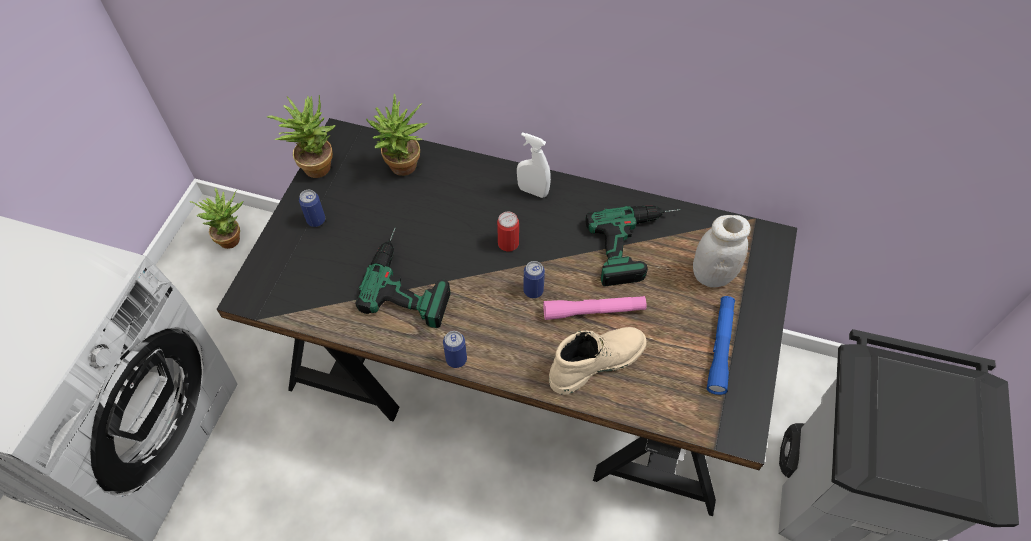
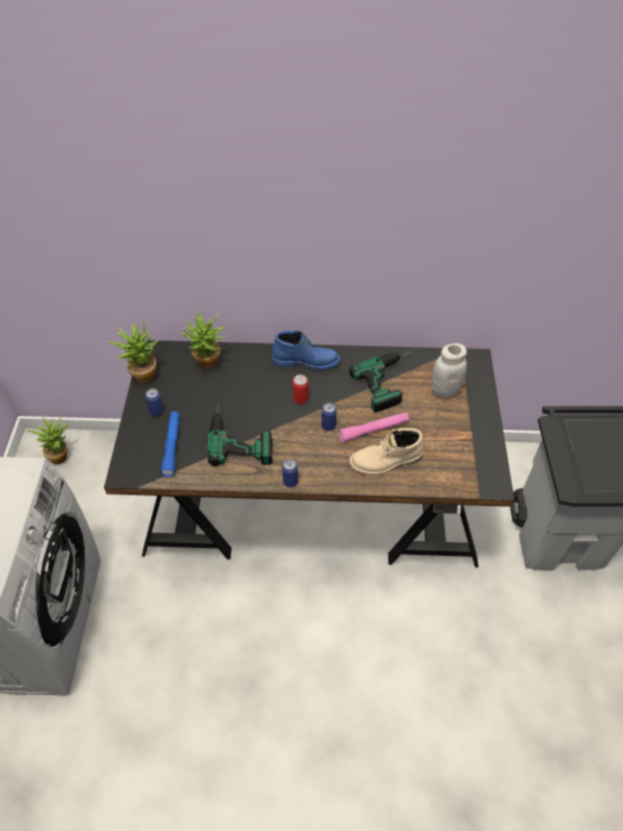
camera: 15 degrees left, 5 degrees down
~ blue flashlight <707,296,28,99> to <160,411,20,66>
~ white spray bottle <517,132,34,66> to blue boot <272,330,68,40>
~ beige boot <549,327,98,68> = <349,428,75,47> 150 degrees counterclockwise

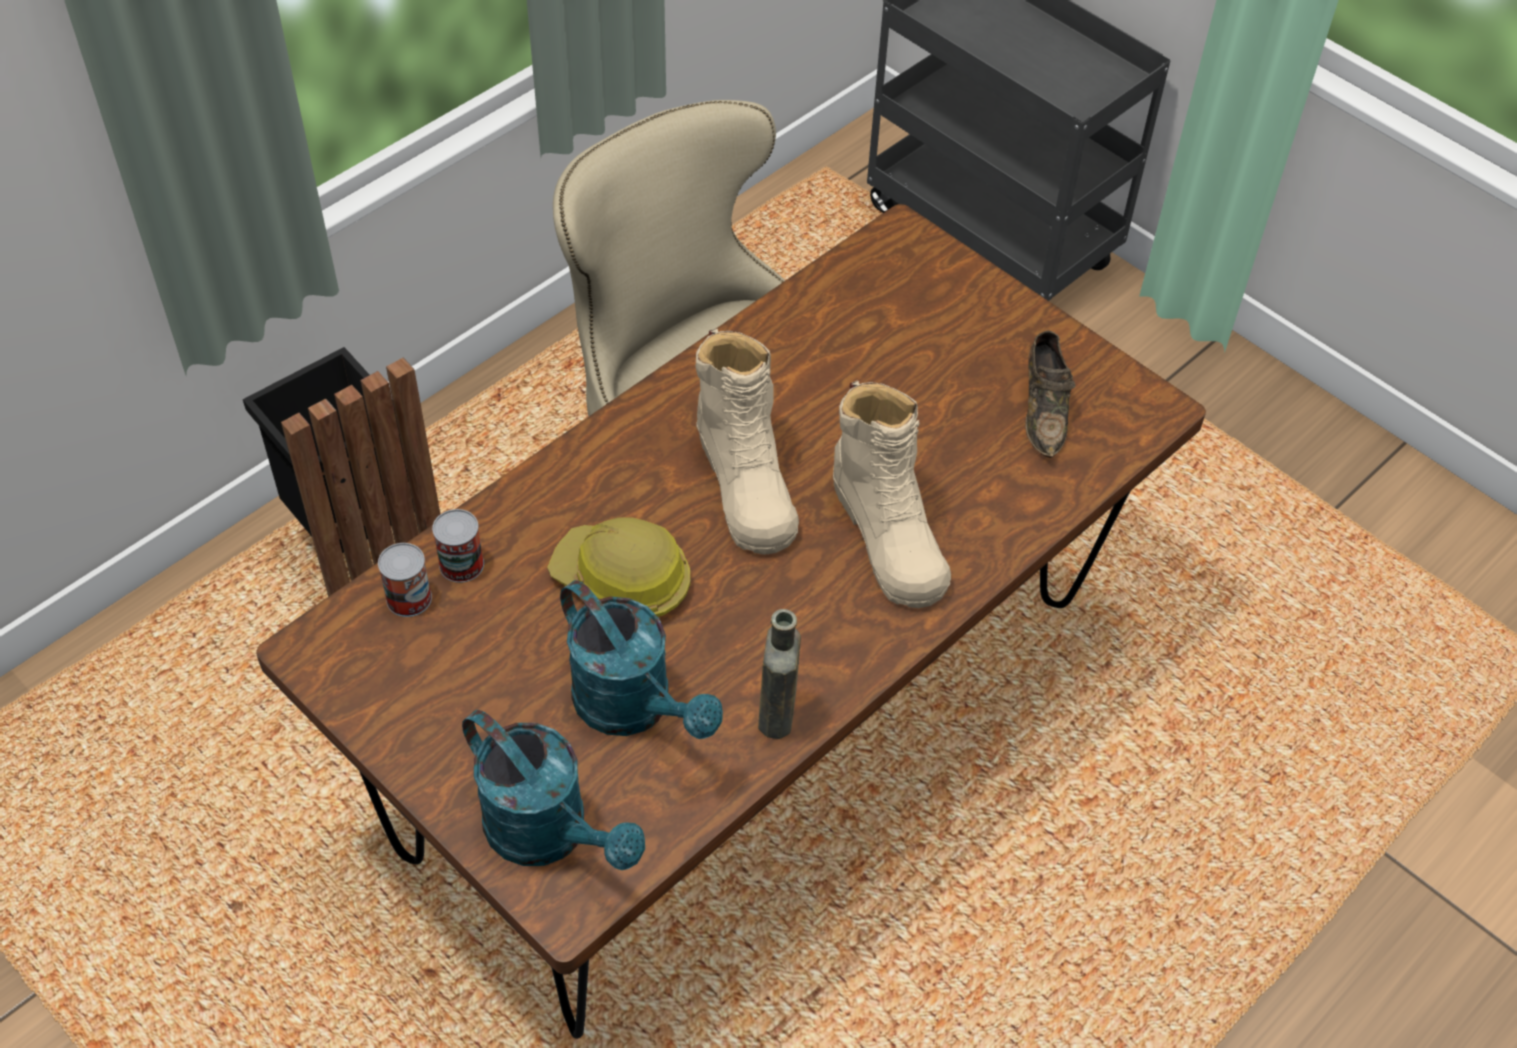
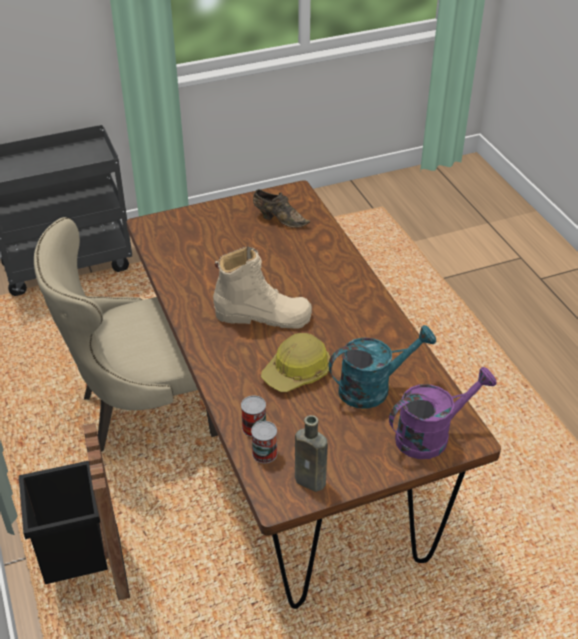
camera: 65 degrees left, 10 degrees down
~ brown bottle <758,609,43,130> to <295,415,33,77>
~ turquoise watering can <462,710,183,160> to purple watering can <389,367,108,92>
- beige boot <833,381,118,227>

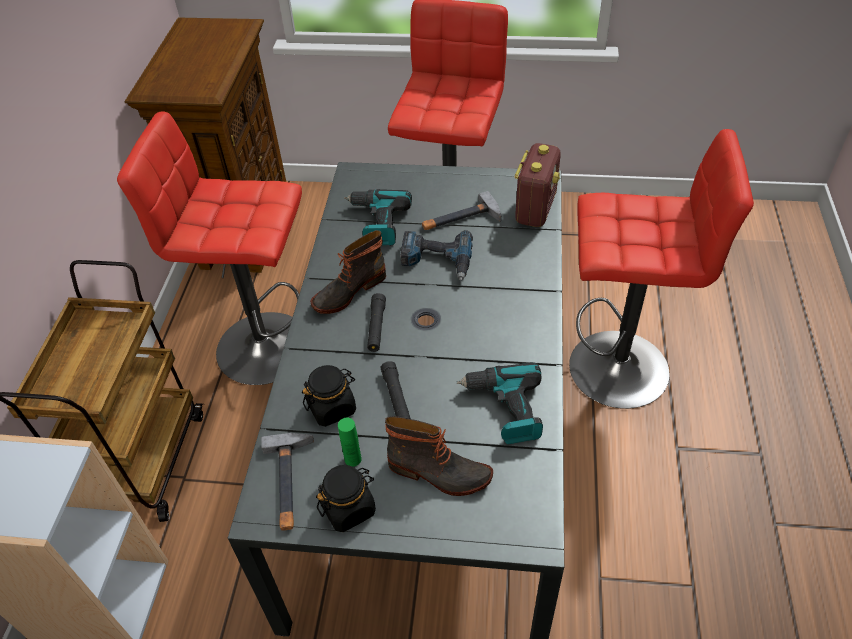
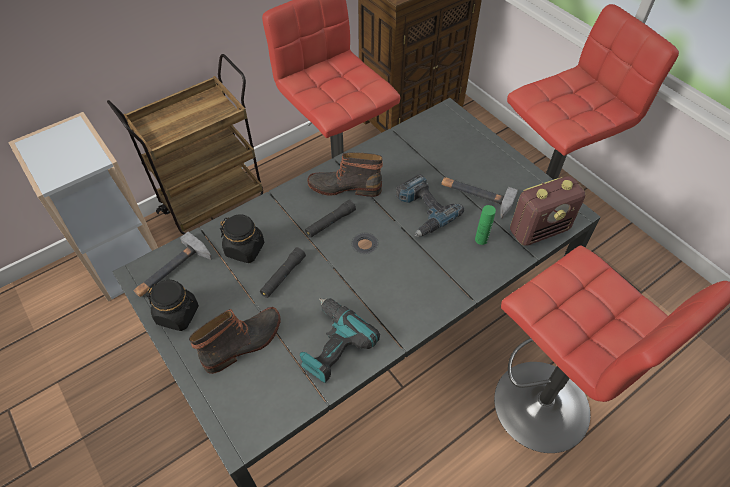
camera: 45 degrees right, 5 degrees up
~ boot <385,416,108,80> = <189,307,92,67> 105 degrees counterclockwise
~ green bottle <338,418,24,49> to <475,205,21,40>
- power drill <344,189,68,57>

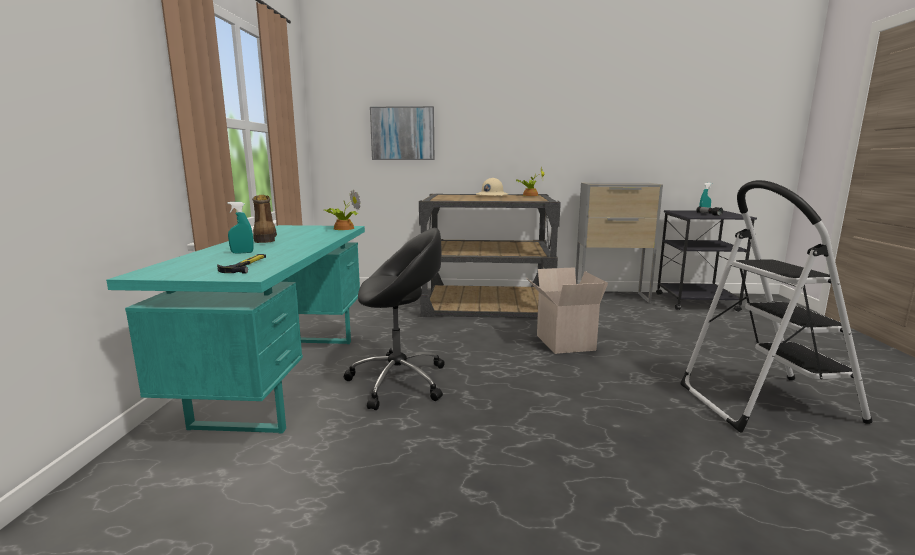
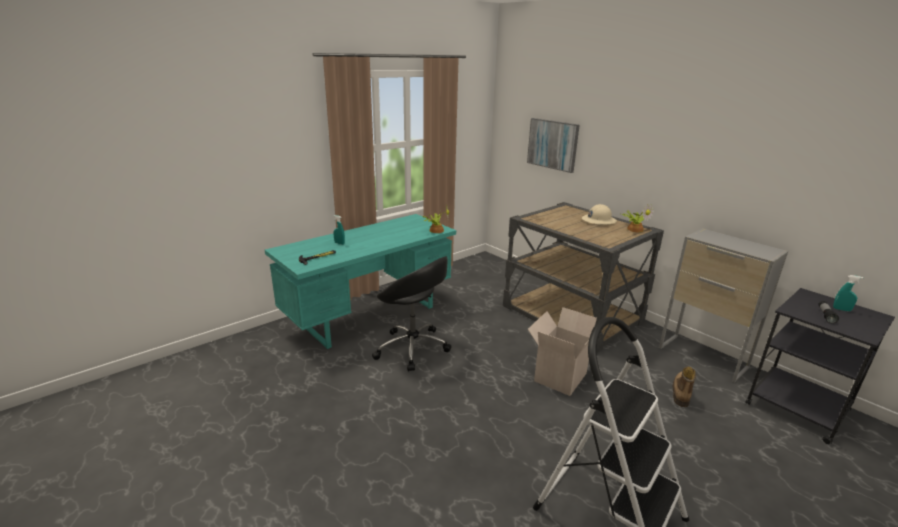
camera: 45 degrees right, 10 degrees up
~ boot <252,195,25,48> to <672,367,24,40>

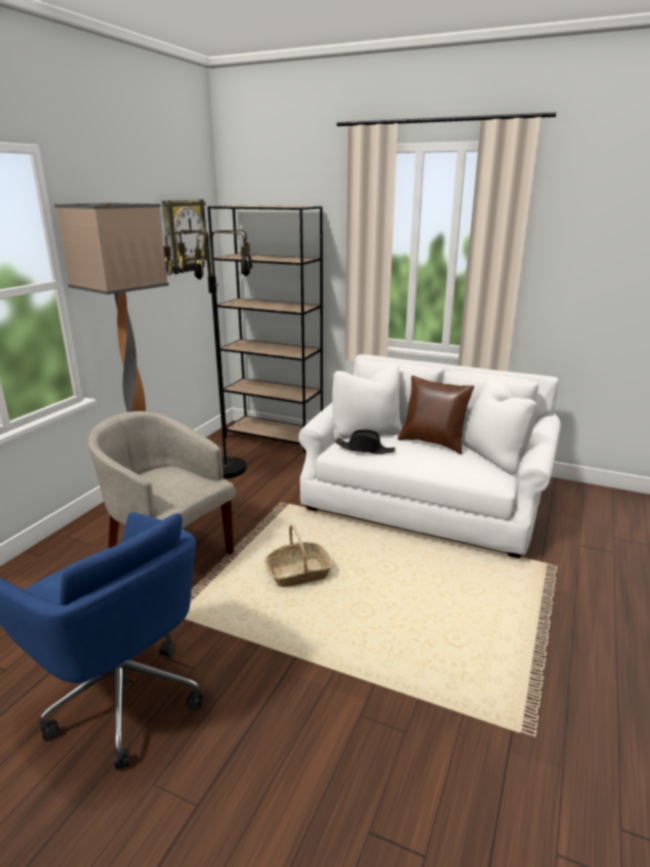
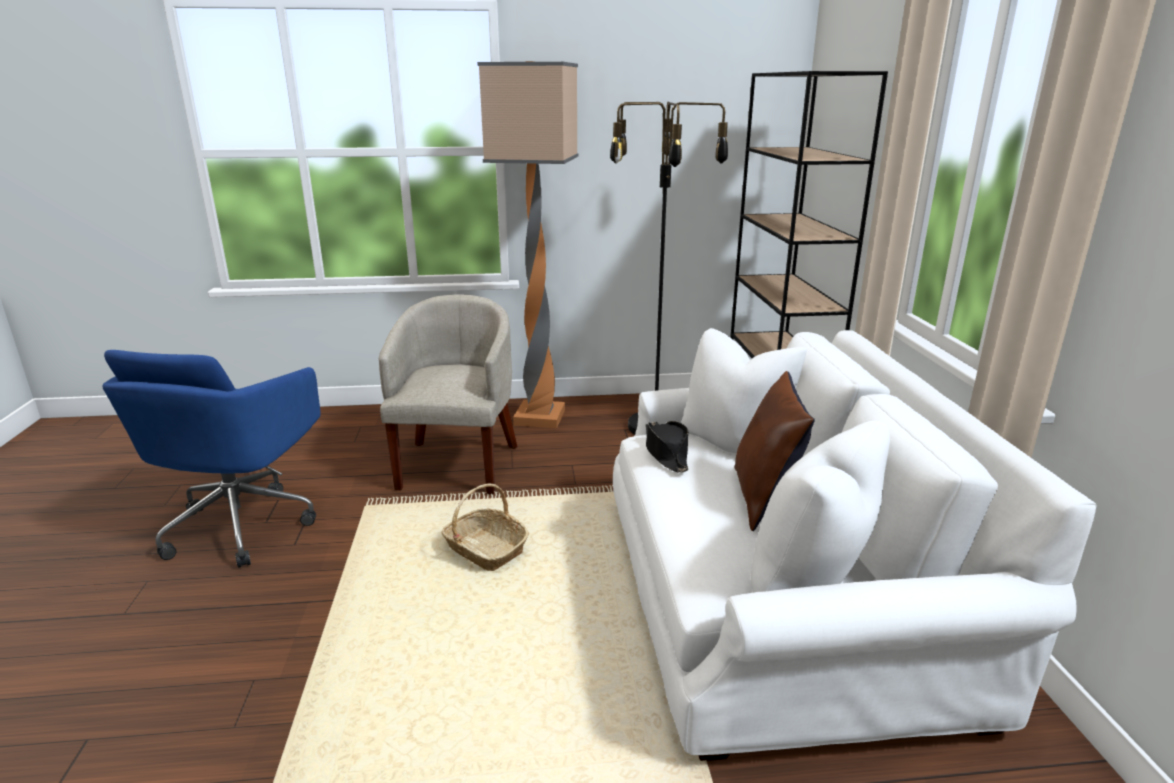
camera: 60 degrees right, 0 degrees up
- wall clock <162,199,45,75>

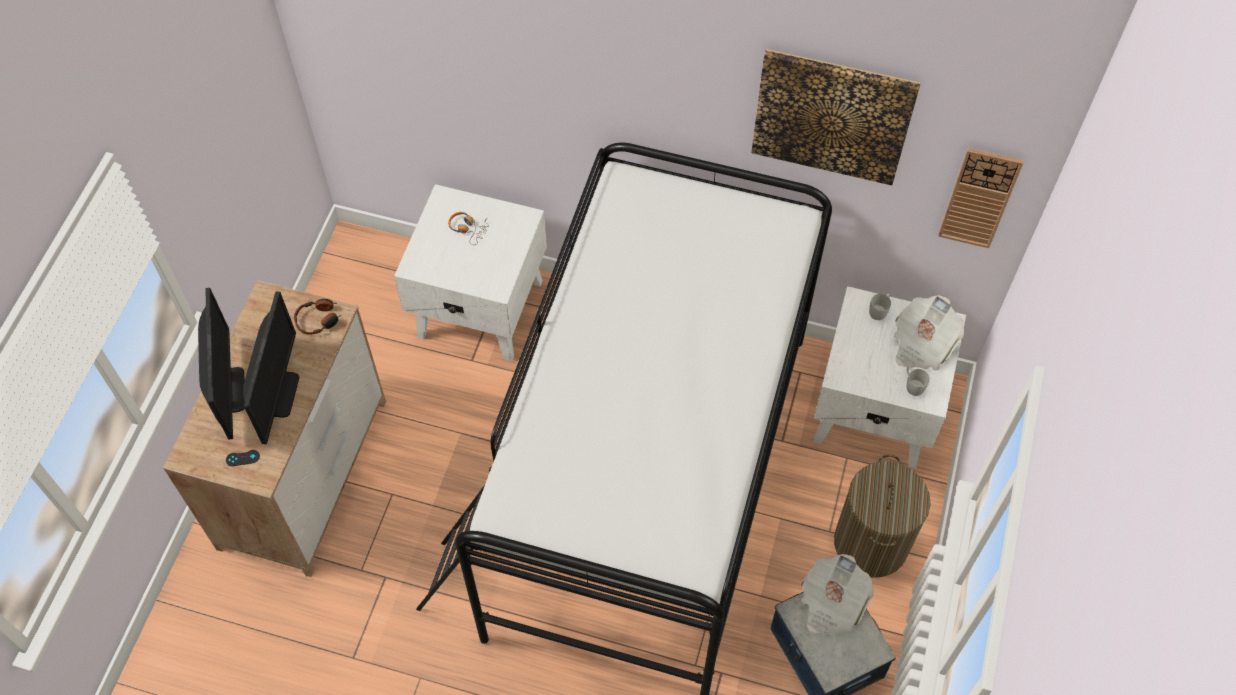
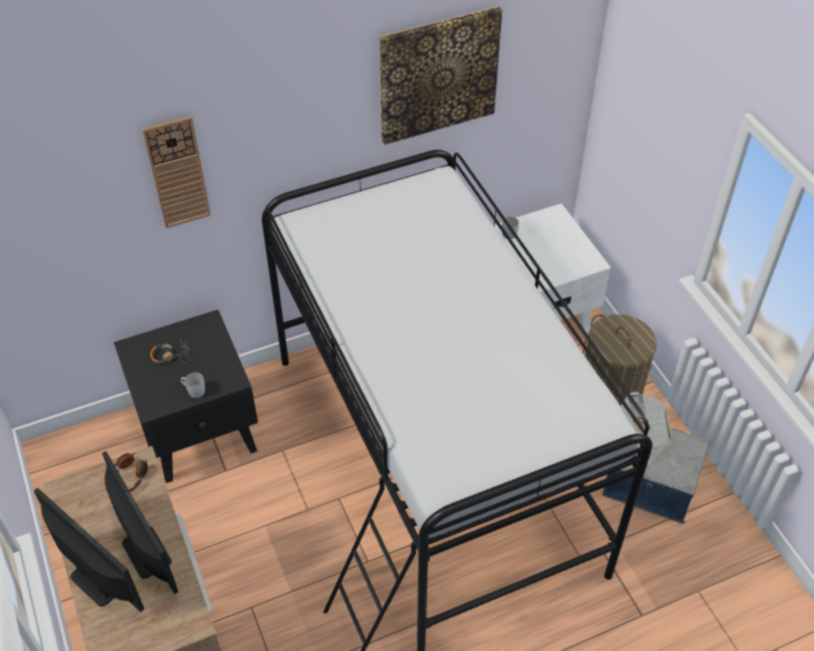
camera: 40 degrees left, 10 degrees down
~ white nightstand <394,184,153,178> to black nightstand <114,310,144,173>
~ wall clock <938,148,86,100> to <142,116,69,112>
~ white mug <907,367,23,29> to <180,373,25,25>
- black game controller <226,450,34,16>
- newspaper <894,295,70,76>

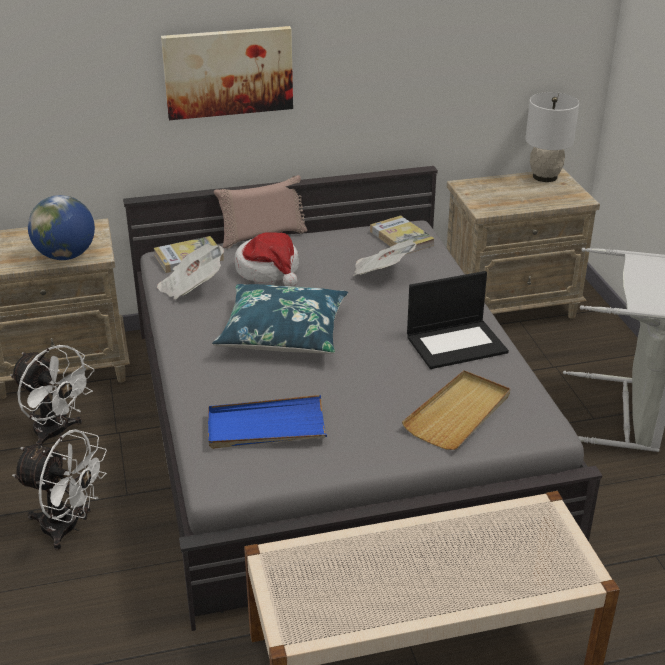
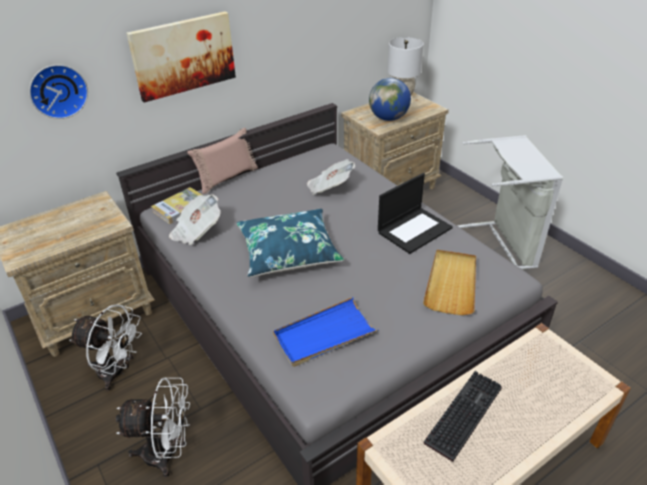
camera: 20 degrees left, 5 degrees up
+ wall clock <29,65,59,54>
~ globe <28,195,67,65> to <369,78,42,43>
+ keyboard <423,371,79,91>
- hat <235,232,64,55>
- book <370,216,65,39>

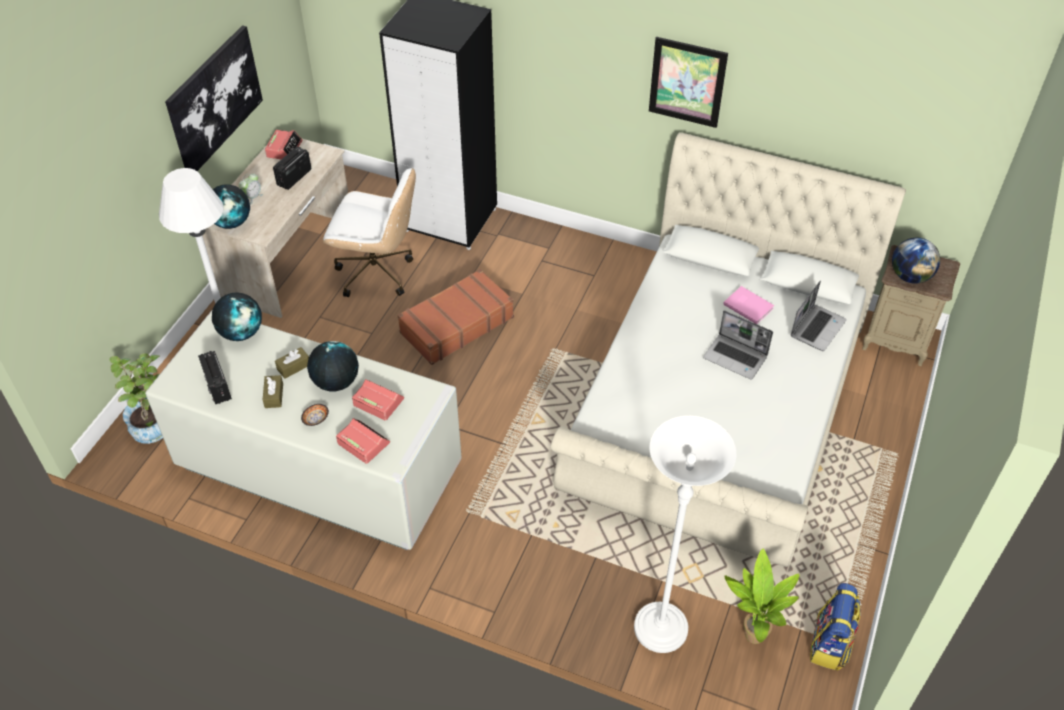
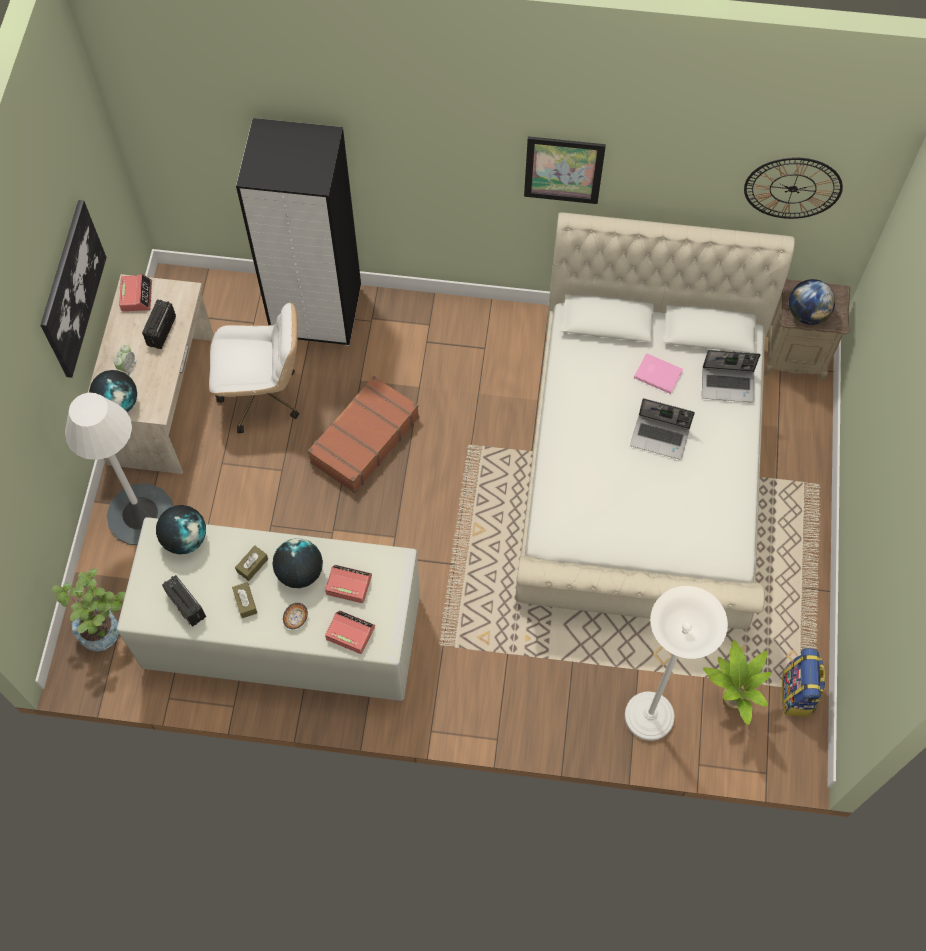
camera: 15 degrees left, 15 degrees up
~ laptop <790,280,57,71> = <702,350,59,53> 75 degrees clockwise
+ wall clock <744,158,99,61>

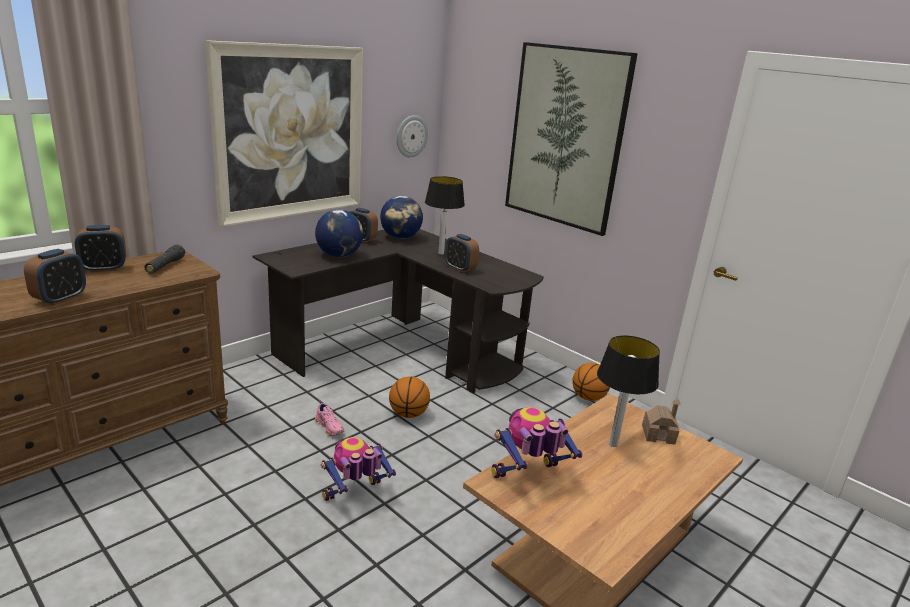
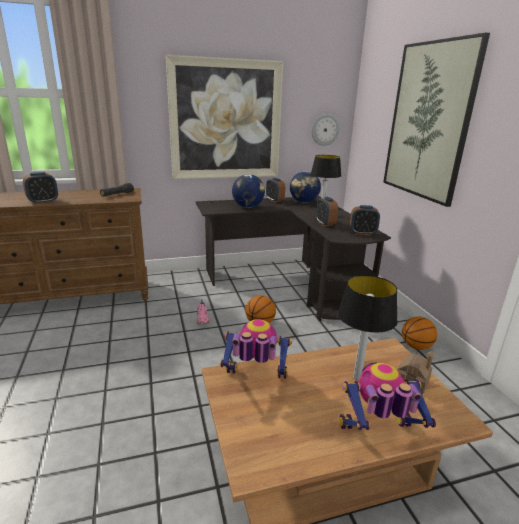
camera: 30 degrees right, 0 degrees up
~ toy robot <321,437,75,64> to <339,363,97,67>
~ alarm clock <75,225,51,47> to <350,205,30,31>

